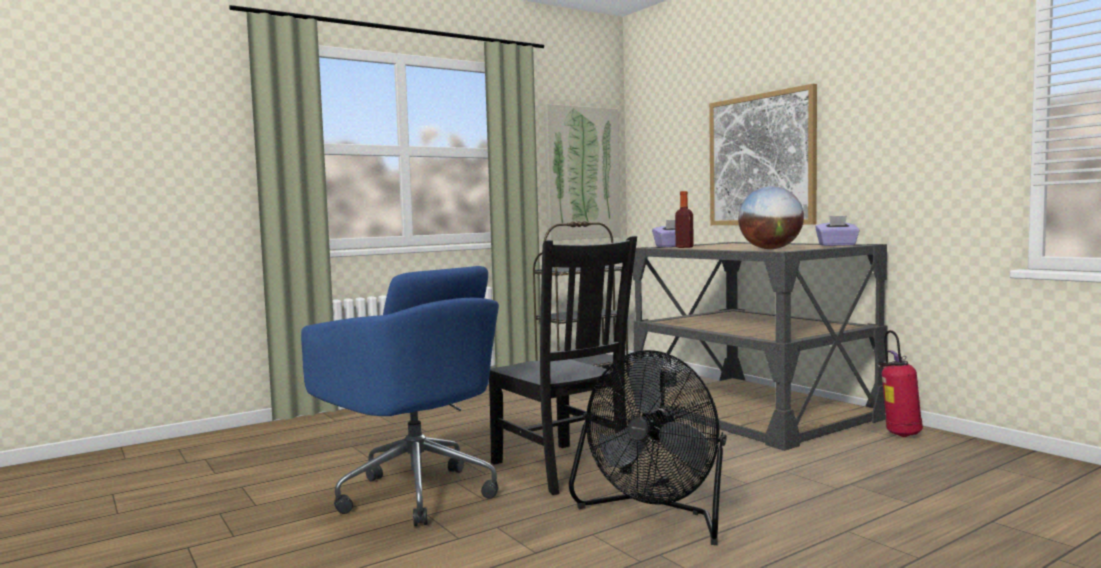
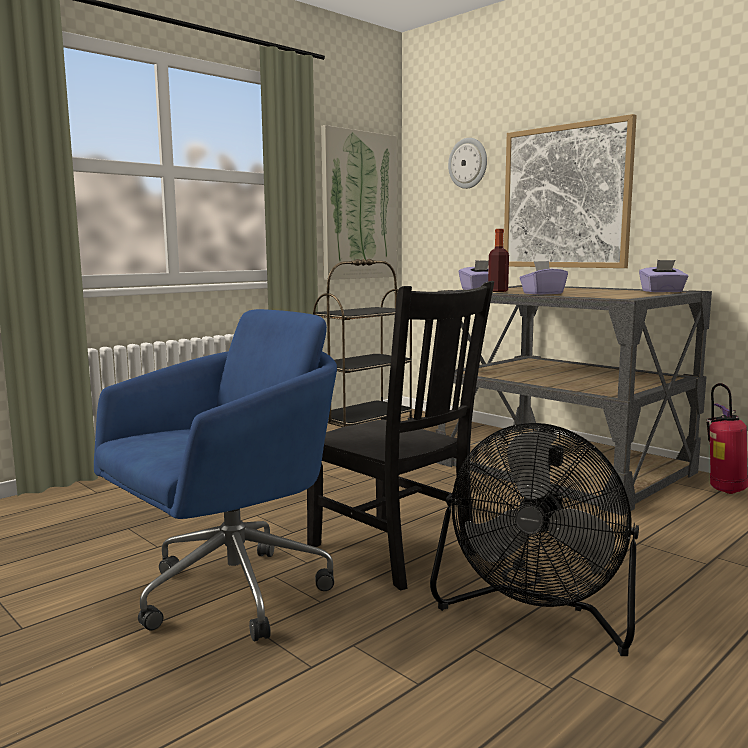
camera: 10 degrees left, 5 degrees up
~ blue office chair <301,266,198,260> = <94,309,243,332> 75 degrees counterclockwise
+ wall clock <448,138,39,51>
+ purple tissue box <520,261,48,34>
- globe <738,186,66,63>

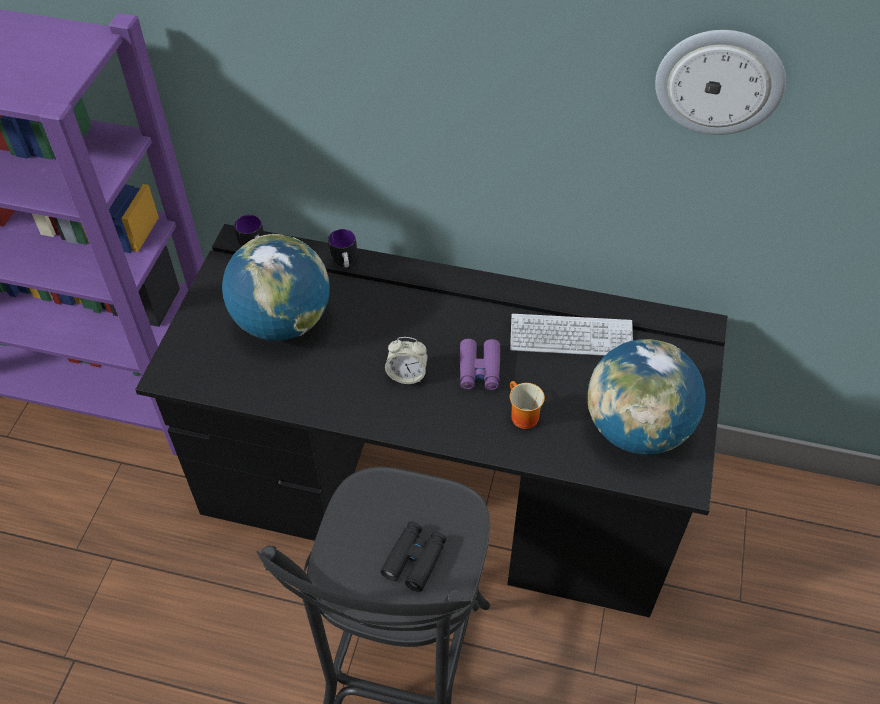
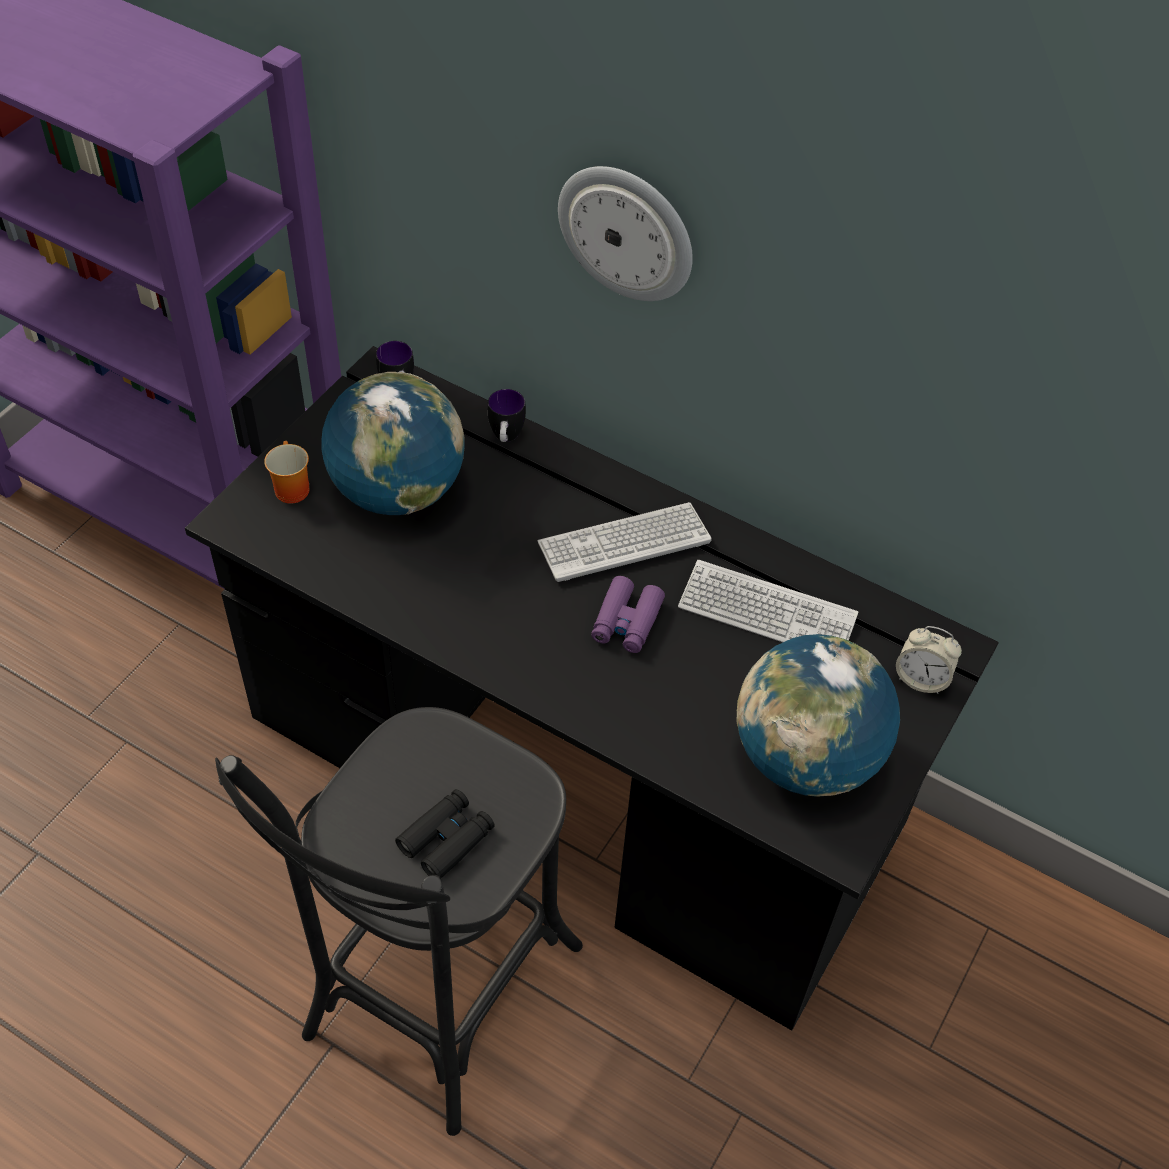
camera: 15 degrees right, 0 degrees up
~ mug <510,381,35,48> to <264,441,46,63>
+ keyboard <537,502,175,80>
~ wall clock <655,30,131,105> to <558,166,135,135>
~ alarm clock <385,337,43,47> to <896,626,66,68>

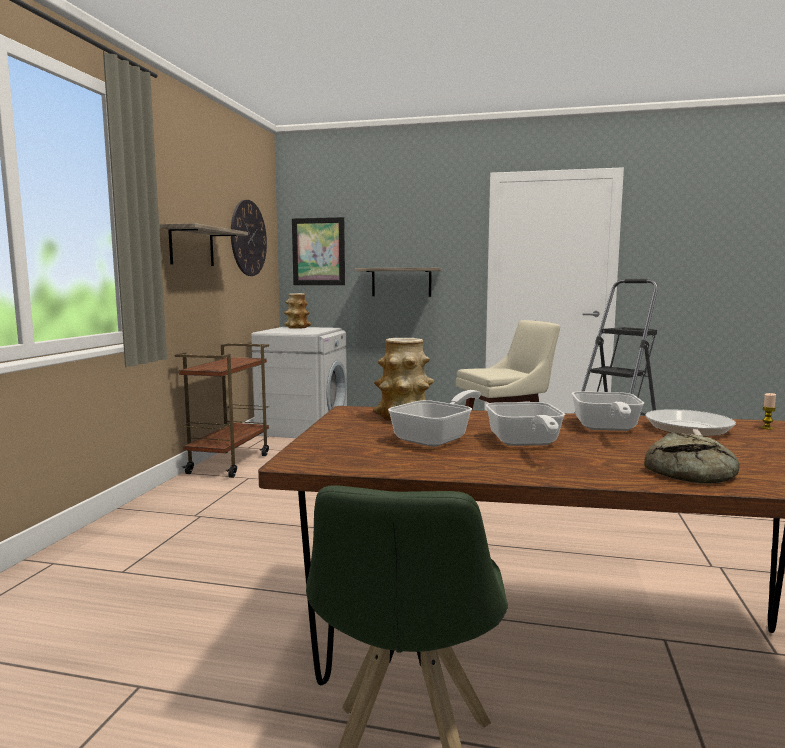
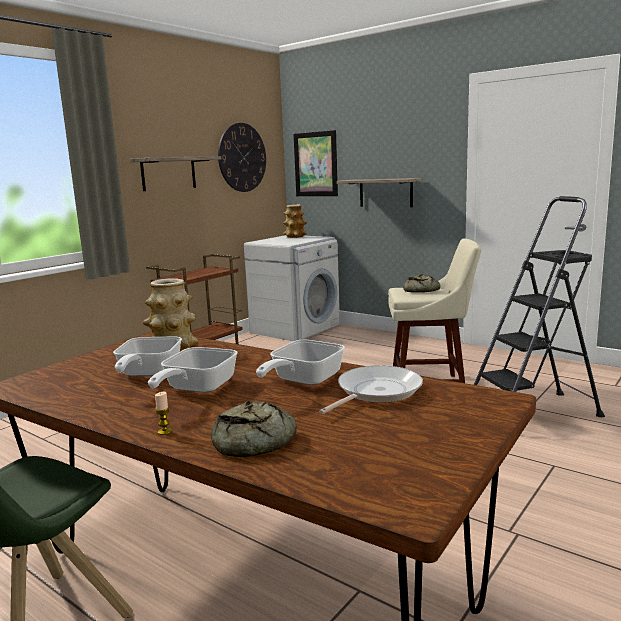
camera: 25 degrees right, 5 degrees up
~ frying pan <388,390,93,57> = <113,337,69,39> 120 degrees clockwise
~ candle <760,393,16,37> to <155,392,17,43>
+ bread <403,274,37,19>

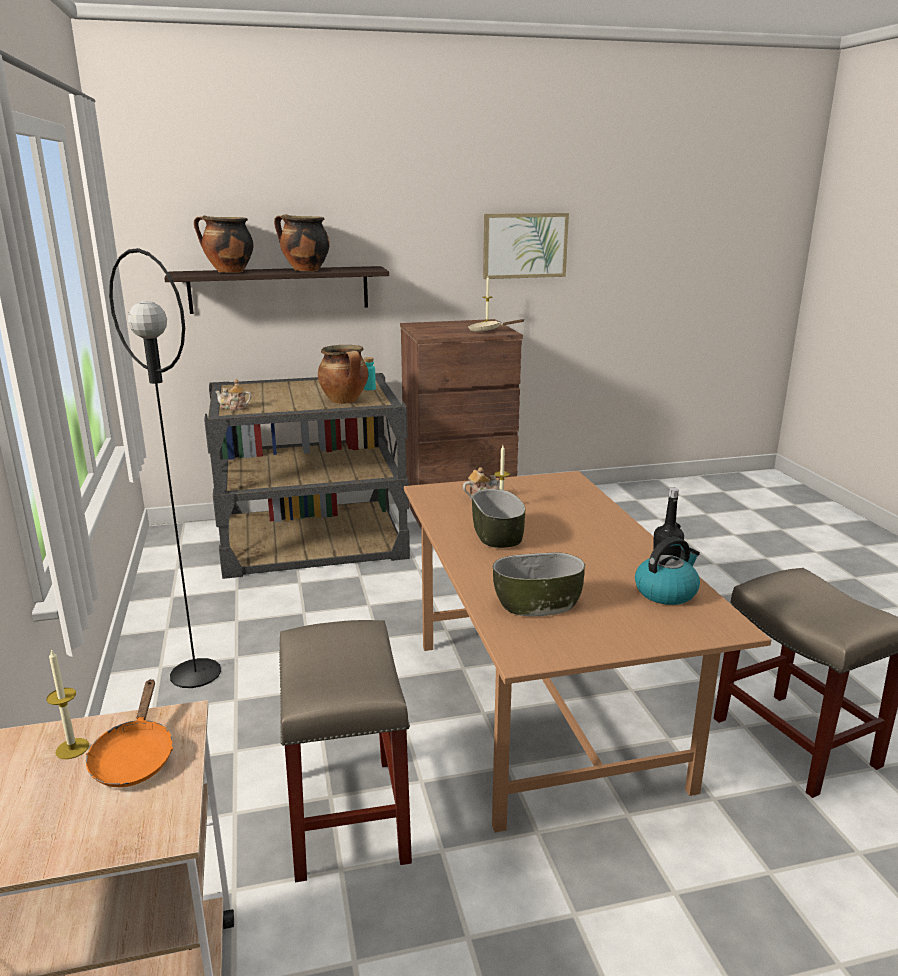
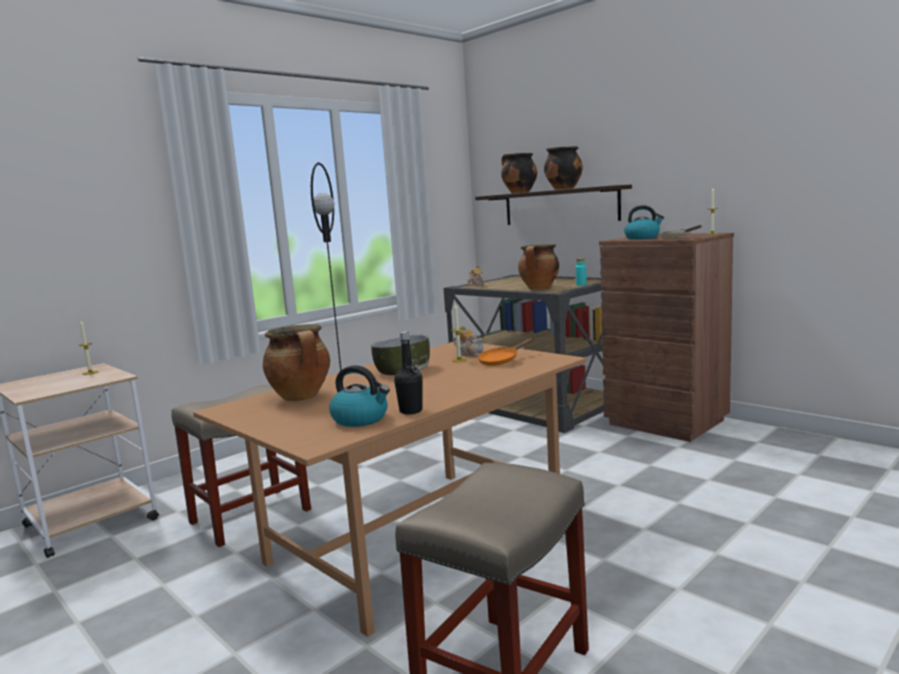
camera: 60 degrees right, 10 degrees down
~ bowl <493,552,92,64> to cooking pot <263,324,67,77>
~ orange frying pan <86,679,87,108> to <478,338,55,28>
+ kettle <624,205,40,34>
- picture <483,213,86,66>

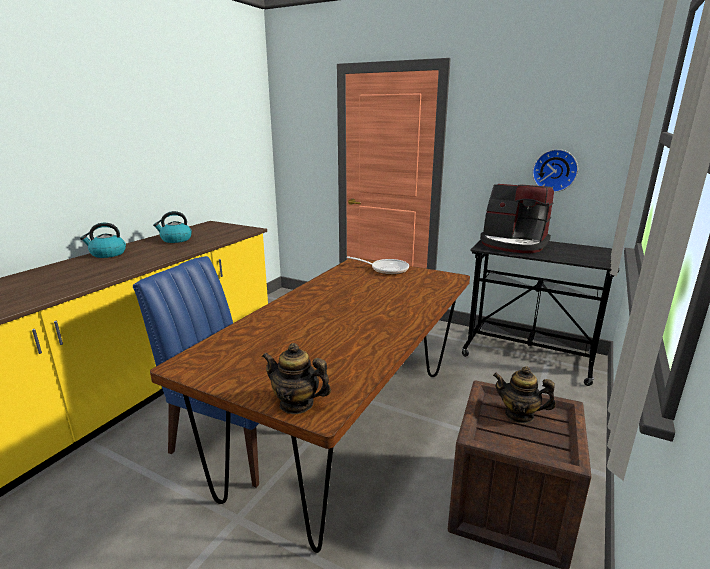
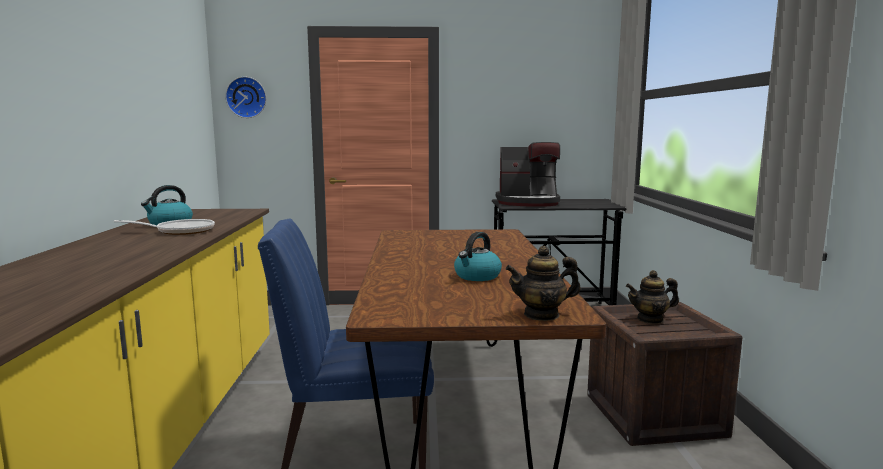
camera: 30 degrees left, 10 degrees down
~ frying pan <347,256,62,19> to <114,219,101,16>
~ wall clock <532,149,46,43> to <225,77,41,41>
~ kettle <80,223,46,35> to <454,232,48,49>

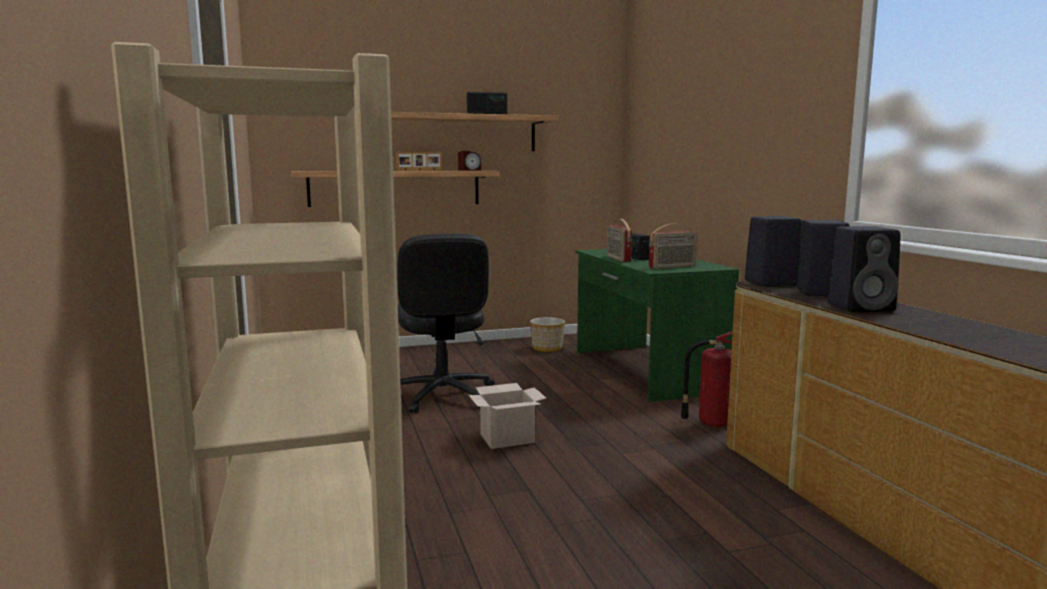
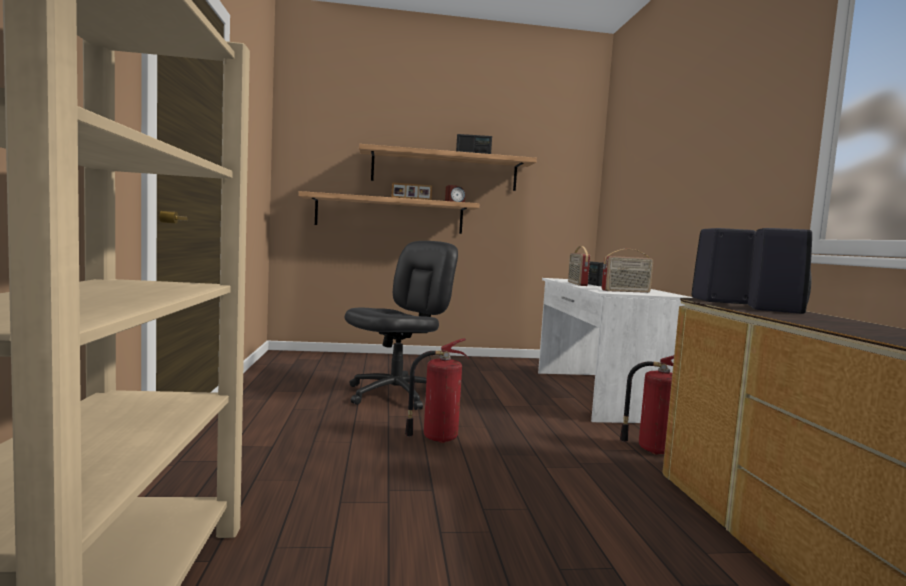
camera: 10 degrees right, 5 degrees down
~ black office chair <397,234,98,180> = <344,241,114,169> 135 degrees counterclockwise
~ cardboard box <469,383,77,66> to fire extinguisher <405,338,64,105>
~ green desk <575,249,164,153> to white desk <538,278,155,145>
- planter <530,317,35,35>
- black speaker <828,226,72,86>

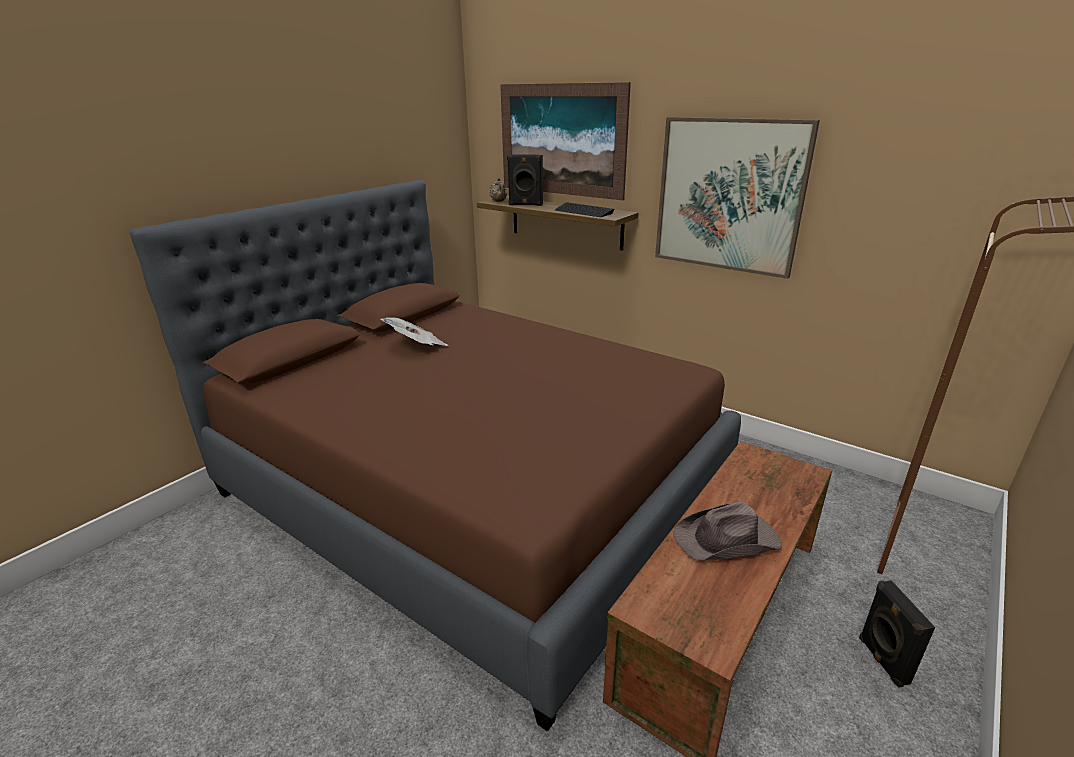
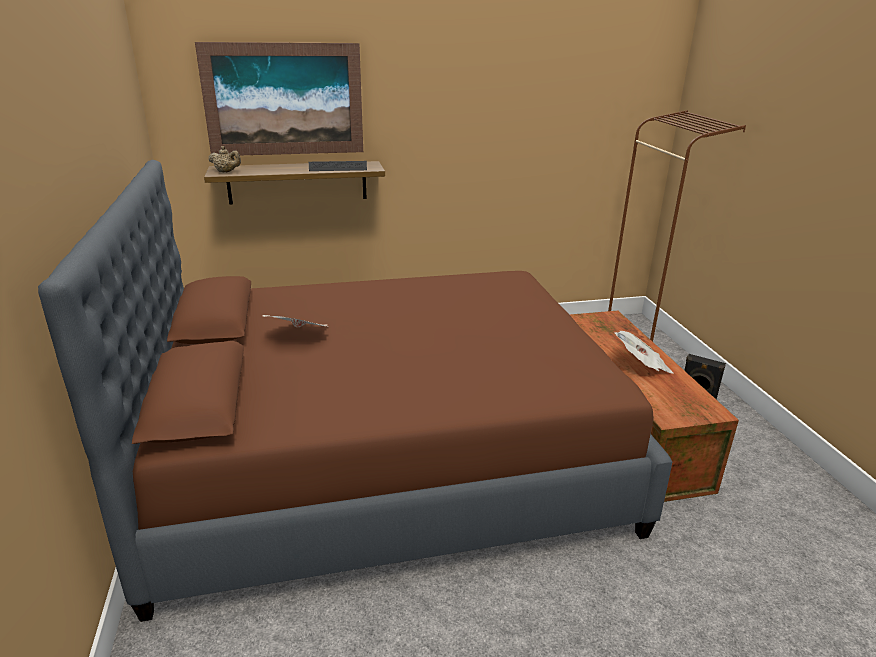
camera: 50 degrees left, 0 degrees up
~ brown hat <673,501,109,59> to newspaper <614,331,59,43>
- black speaker <507,154,36,52>
- picture <655,117,165,162>

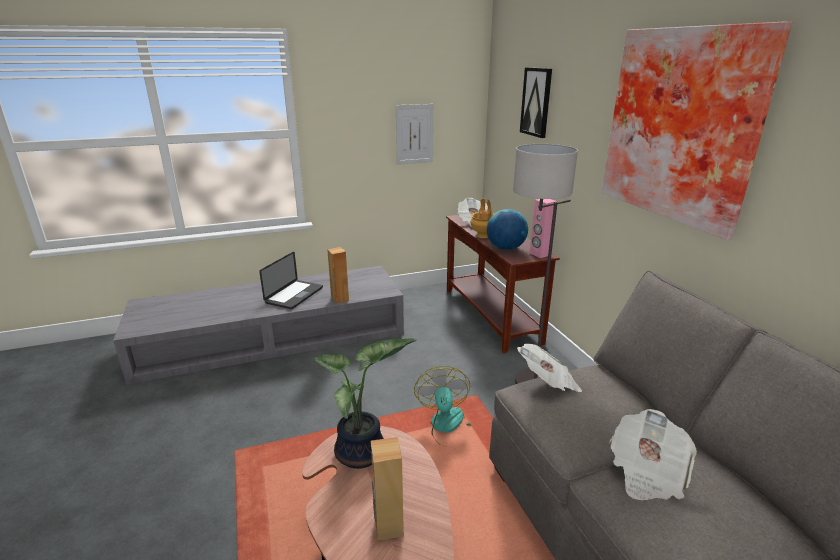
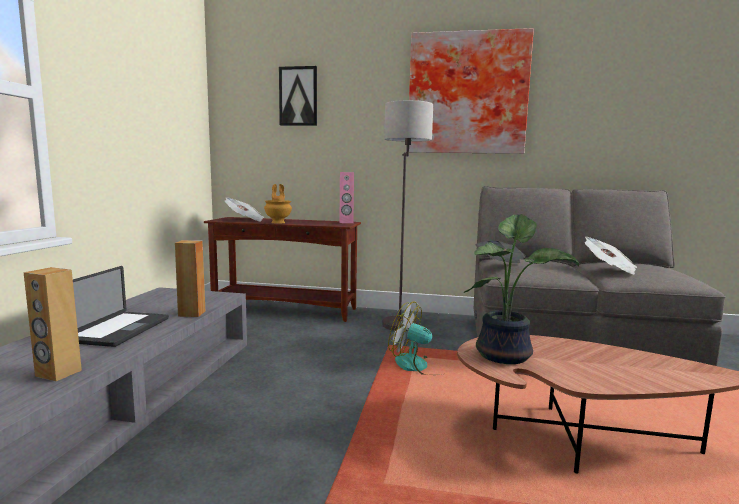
camera: 60 degrees left, 15 degrees down
~ brown speaker <371,437,33,104> to <24,267,58,114>
~ laptop <259,252,64,57> = <73,266,96,81> 45 degrees clockwise
- picture <396,104,38,61>
- globe <487,209,41,41>

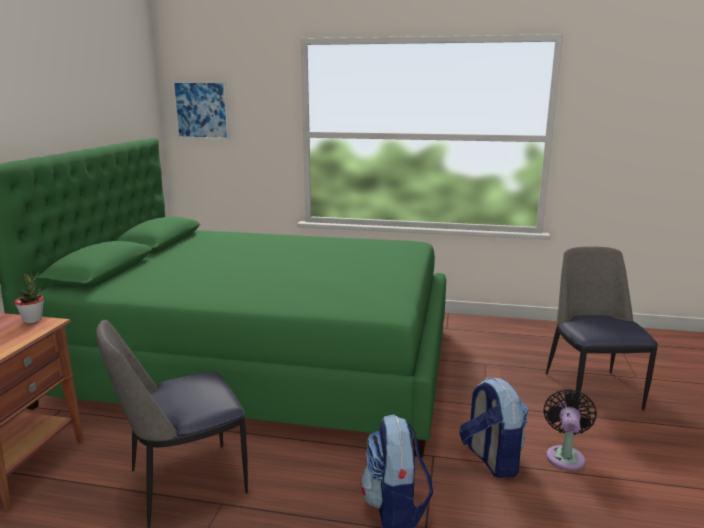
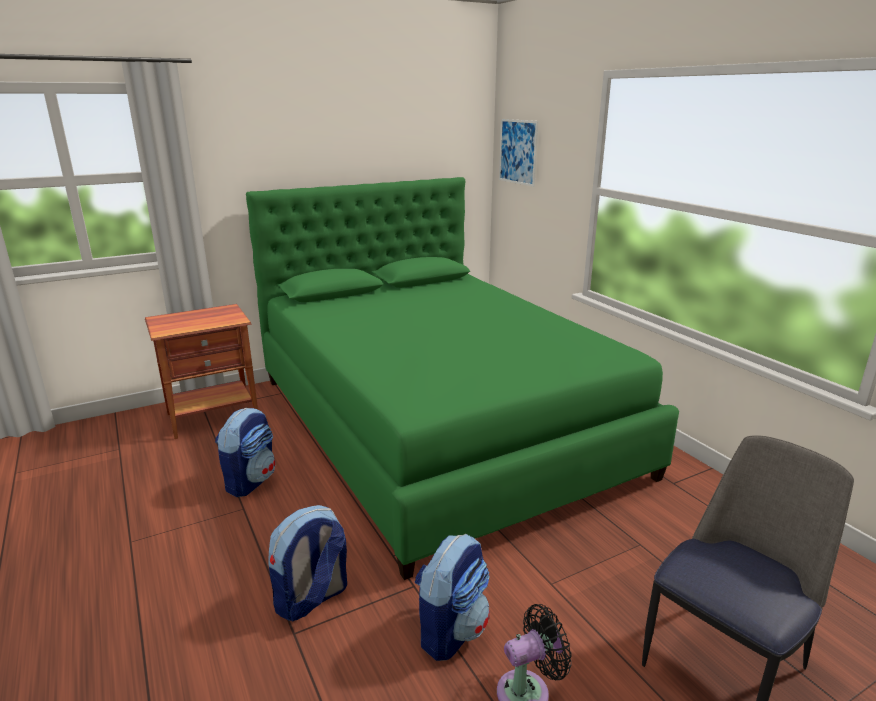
camera: 50 degrees right, 5 degrees up
~ chair <96,320,152,208> to backpack <215,408,60,89>
- potted plant <14,271,30,52>

